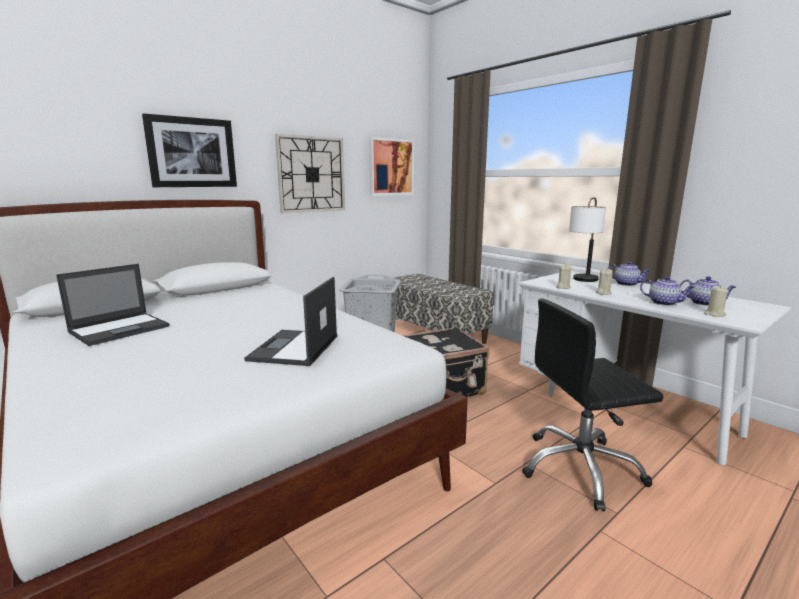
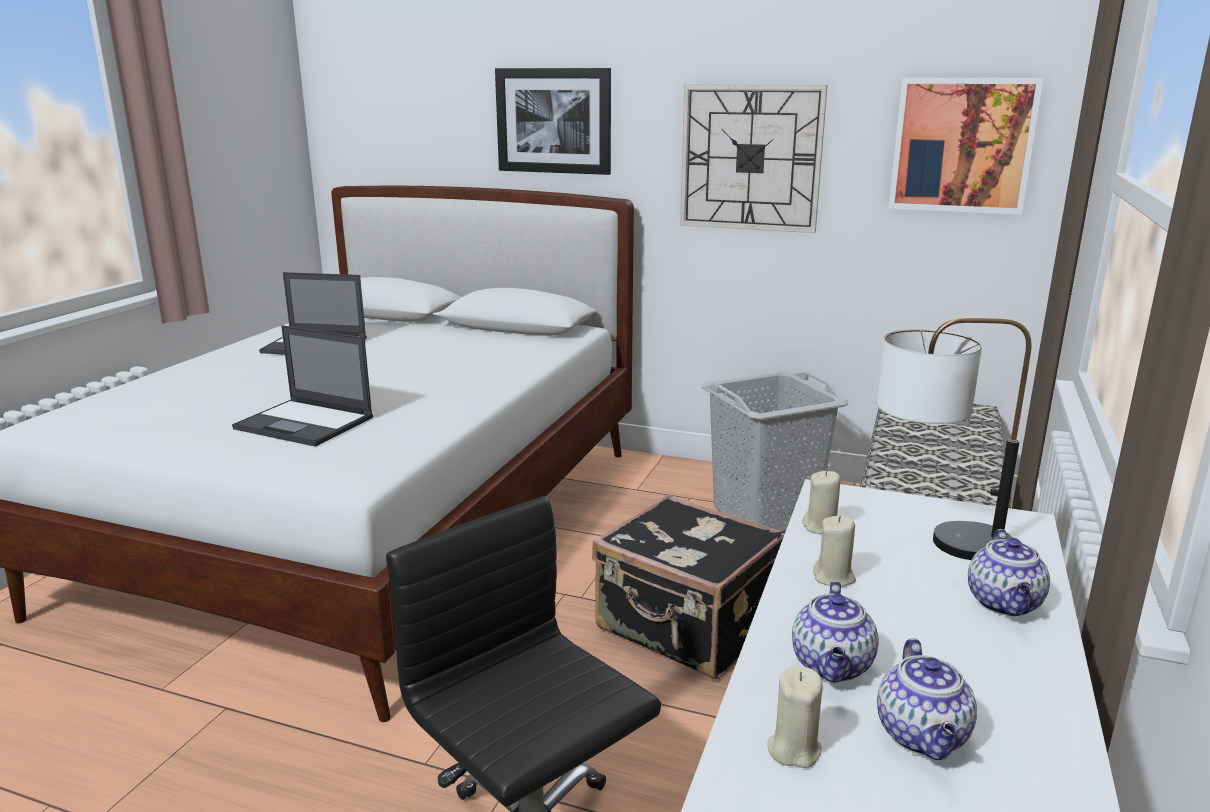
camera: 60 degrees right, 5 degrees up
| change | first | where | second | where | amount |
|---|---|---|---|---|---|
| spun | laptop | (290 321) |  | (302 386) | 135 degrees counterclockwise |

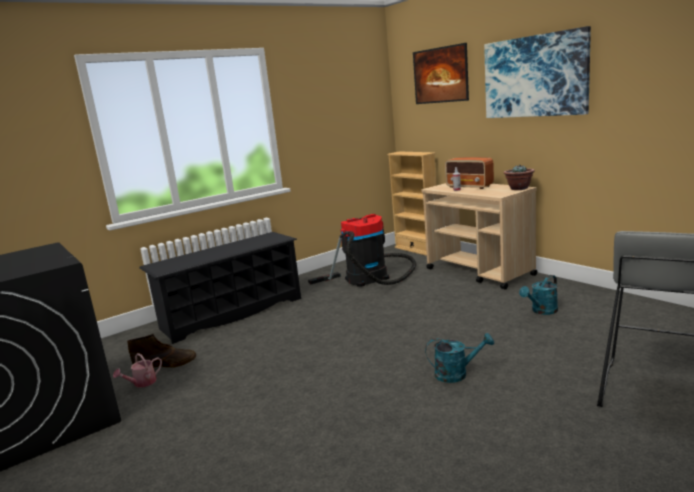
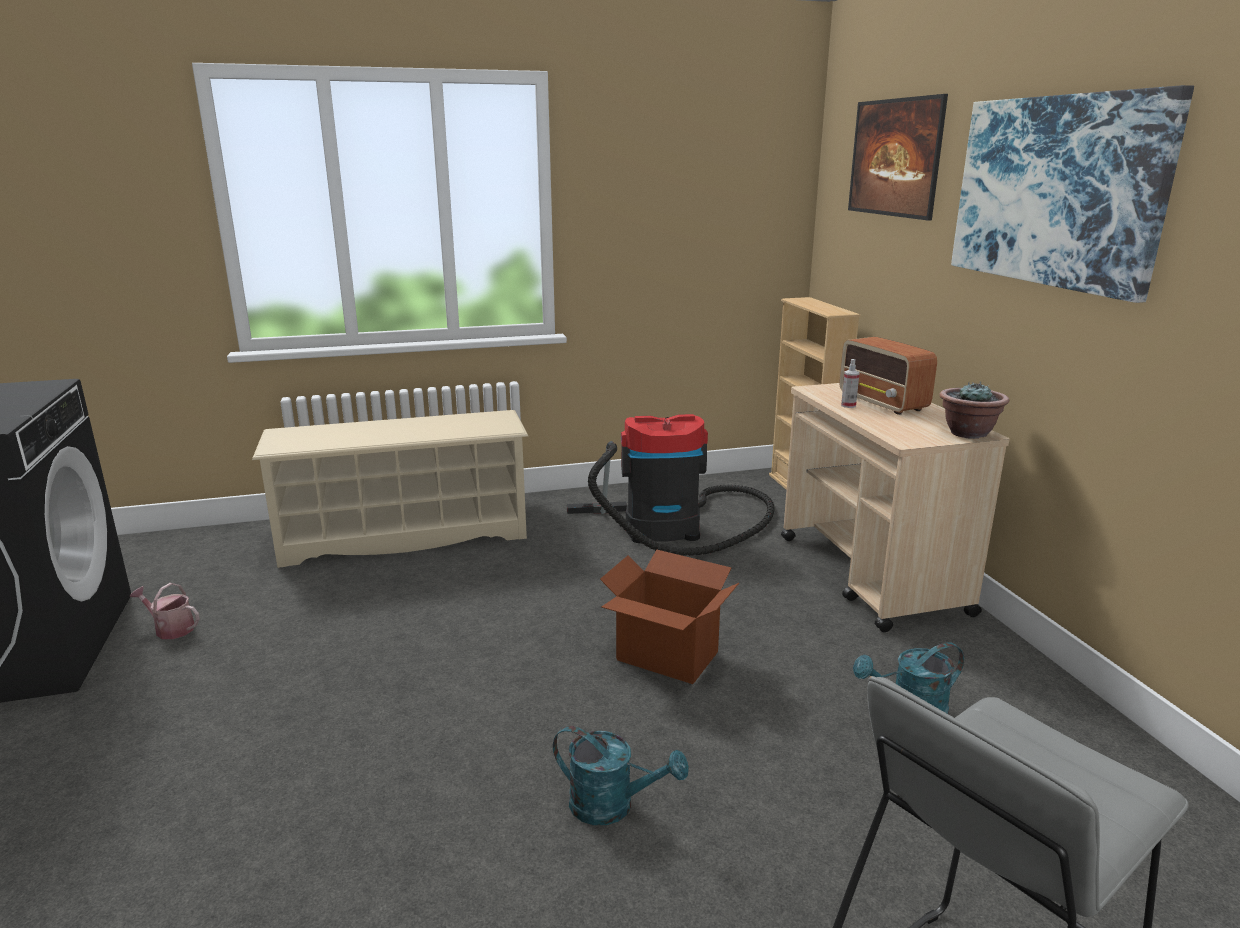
camera: 20 degrees right, 5 degrees up
| change | first | where | second | where | amount |
|---|---|---|---|---|---|
| missing | brown boot | (161 350) |  |  |  |
| appeared |  |  | packing box | (669 617) |  |
| colour | black-coloured shoe stand | (220 288) | beige shoe stand | (390 489) |  |
| spun | watering can | (137 370) |  | (165 611) | 45 degrees clockwise |

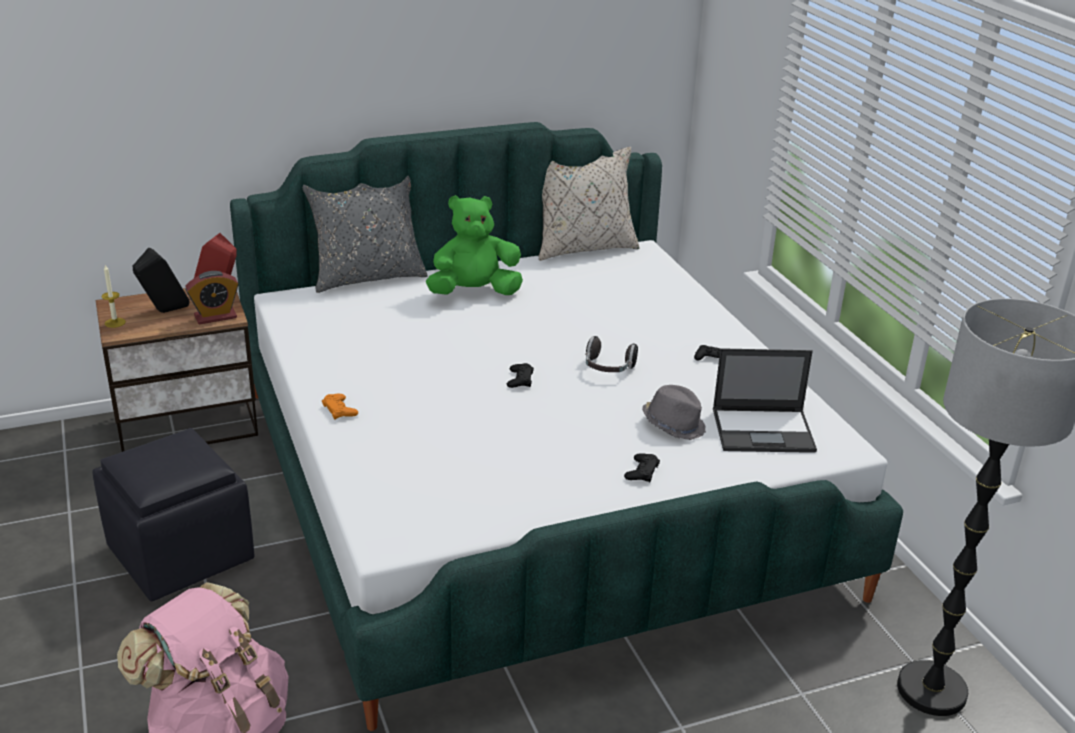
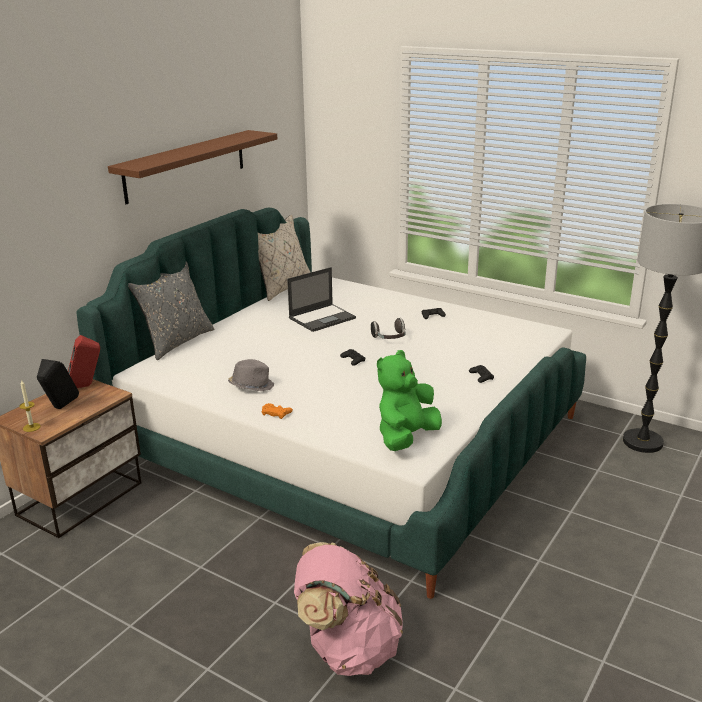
camera: 35 degrees left, 5 degrees down
| change | first | where | second | where | amount |
|---|---|---|---|---|---|
| missing | black-coloured footrest | (173 515) |  |  |  |
| missing | table clock | (212 298) |  |  |  |
| appeared |  |  | brown wall shelf | (192 167) |  |
| relocated | green plush toy | (474 245) |  | (409 400) |  |
| relocated | grey clothing hat | (674 412) |  | (251 375) |  |
| relocated | laptop | (765 400) |  | (321 299) |  |

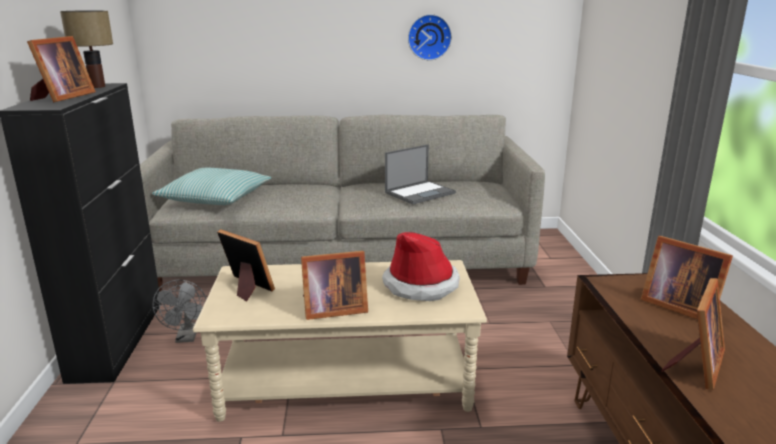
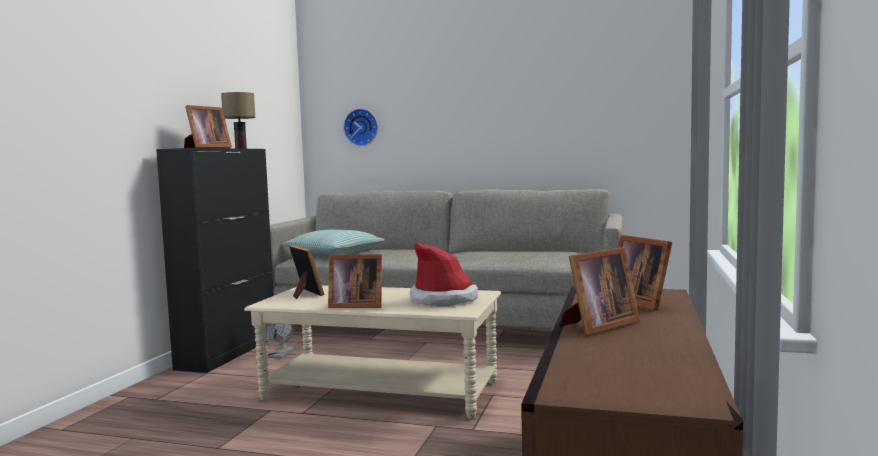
camera: 20 degrees right, 15 degrees down
| change | first | where | second | where | amount |
|---|---|---|---|---|---|
| missing | laptop | (420 174) |  |  |  |
| relocated | wall clock | (430 37) |  | (360 127) |  |

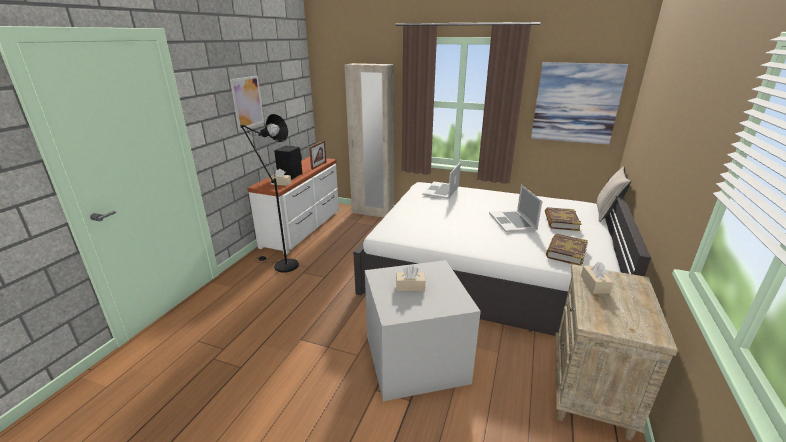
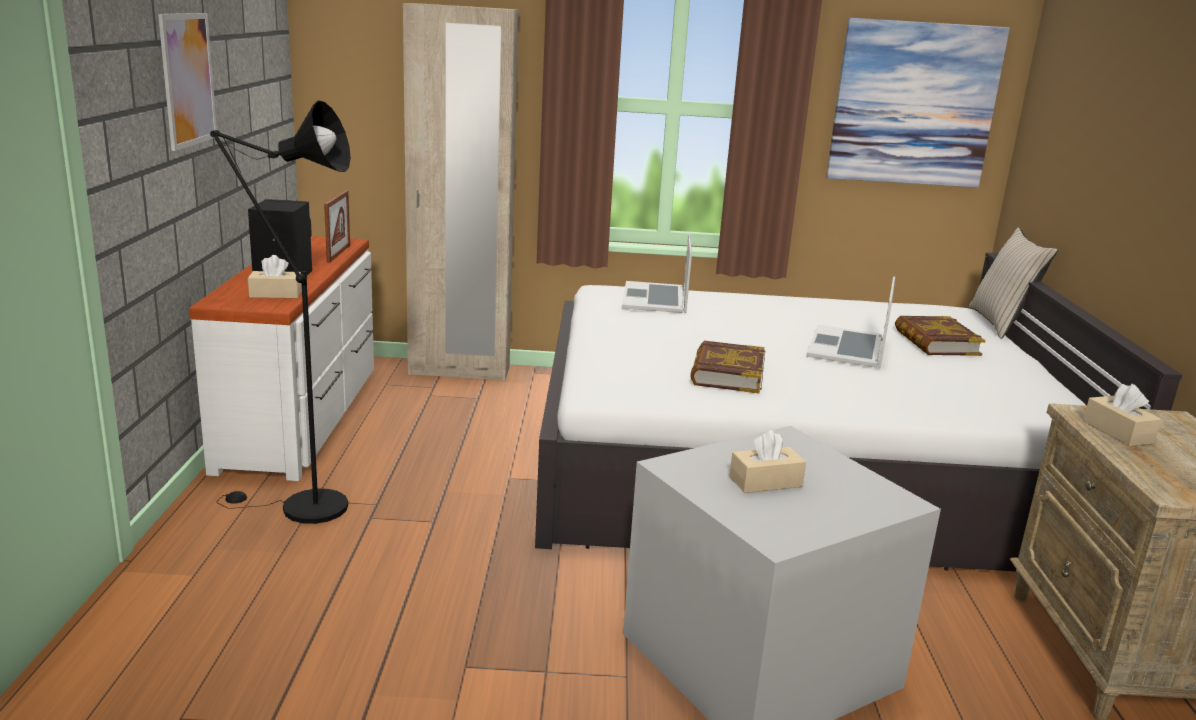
camera: 20 degrees left, 5 degrees down
| change | first | where | second | where | amount |
|---|---|---|---|---|---|
| relocated | book | (567 250) |  | (728 367) |  |
| spun | laptop | (516 208) |  | (850 322) | 45 degrees clockwise |

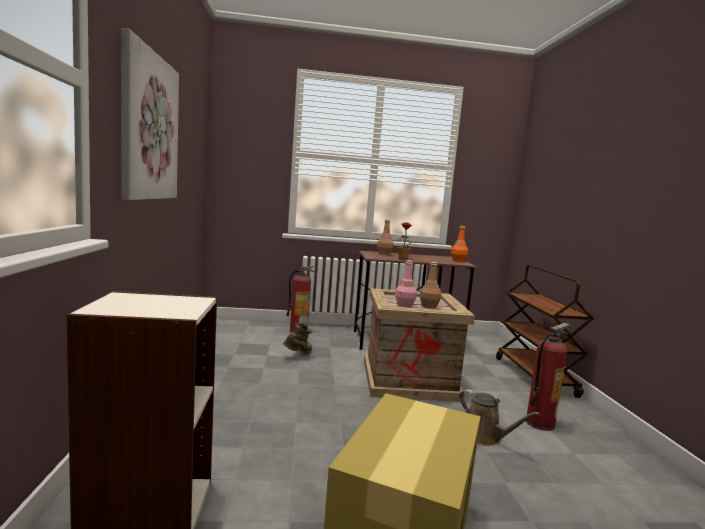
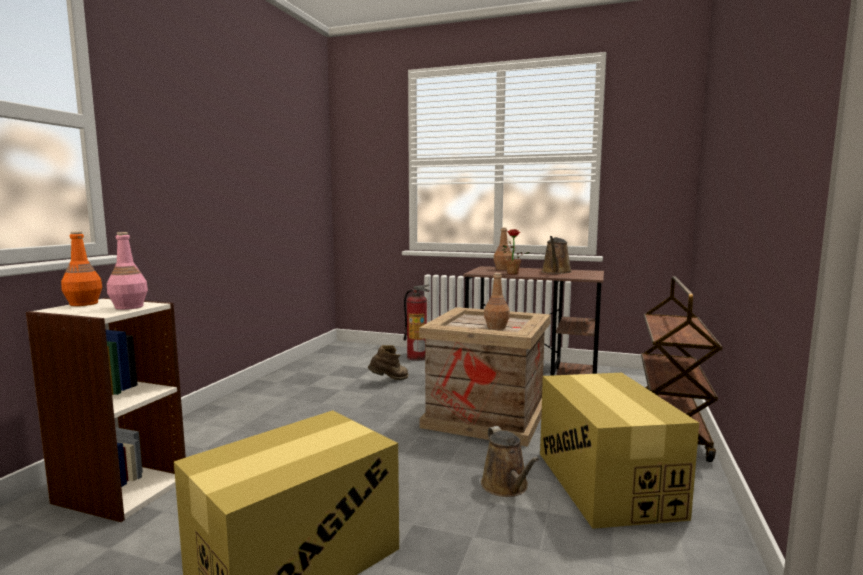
camera: 25 degrees right, 0 degrees up
| change | first | where | second | where | amount |
|---|---|---|---|---|---|
| missing | picture | (150 114) |  |  |  |
| appeared |  |  | brown watering can | (556 255) |  |
| relocated | pink drink bottle | (406 283) |  | (127 271) |  |
| relocated | orange drink bottle | (459 244) |  | (81 268) |  |
| exchanged | fire-fighting cylinder | (547 377) | packing box | (619 451) |  |

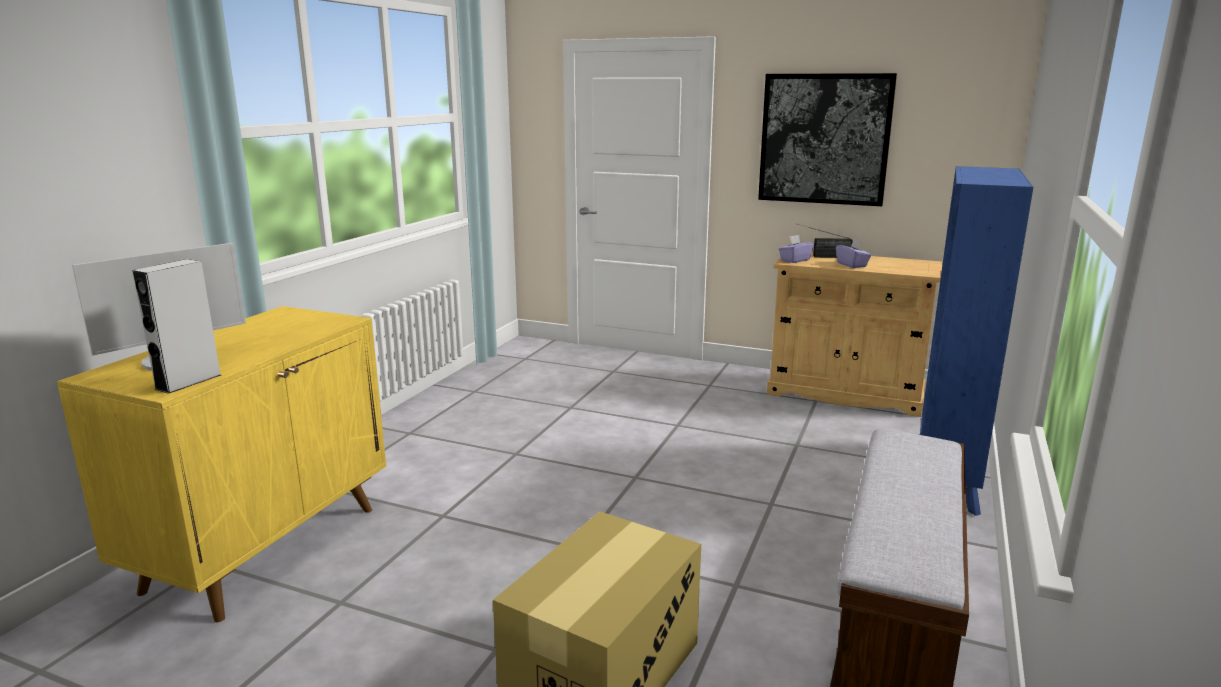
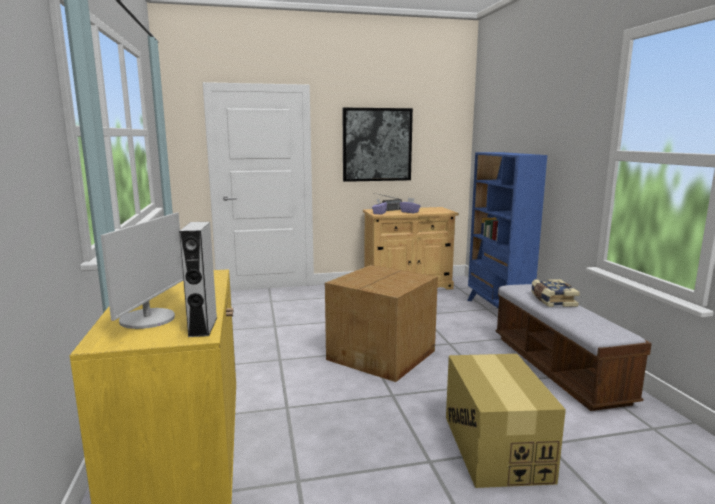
camera: 35 degrees left, 5 degrees down
| change | first | where | second | where | amount |
|---|---|---|---|---|---|
| appeared |  |  | packing box | (381 323) |  |
| appeared |  |  | book | (555 293) |  |

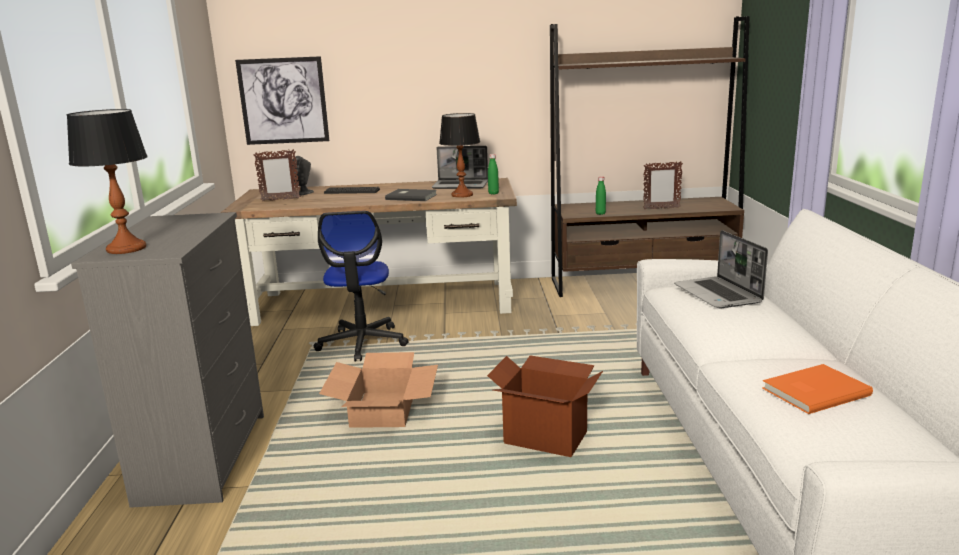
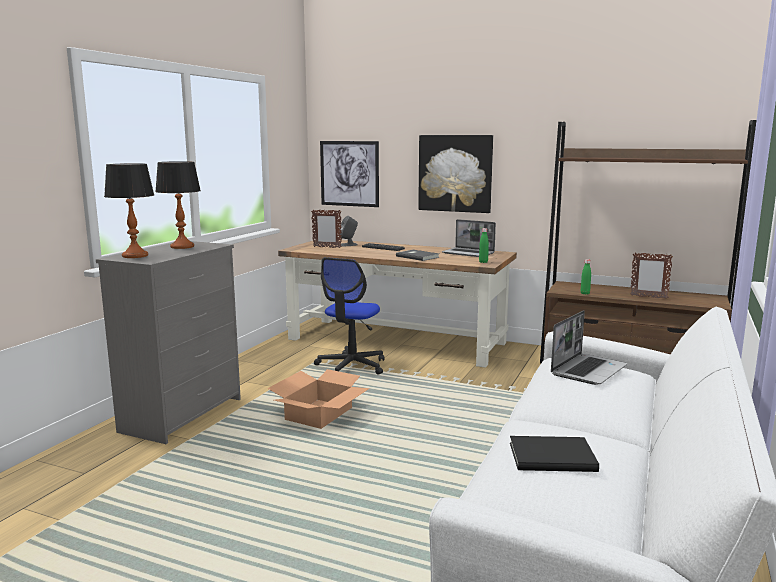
camera: 25 degrees right, 5 degrees down
| change | first | where | second | where | amount |
|---|---|---|---|---|---|
| missing | packing box | (545 406) |  |  |  |
| appeared |  |  | picture | (455 174) |  |
| relocated | tabletop lamp | (459 155) |  | (178 205) |  |
| colour | orange book | (817 389) | black-coloured book | (554 454) |  |
| spun | laptop | (721 269) |  | (589 347) | 150 degrees counterclockwise |

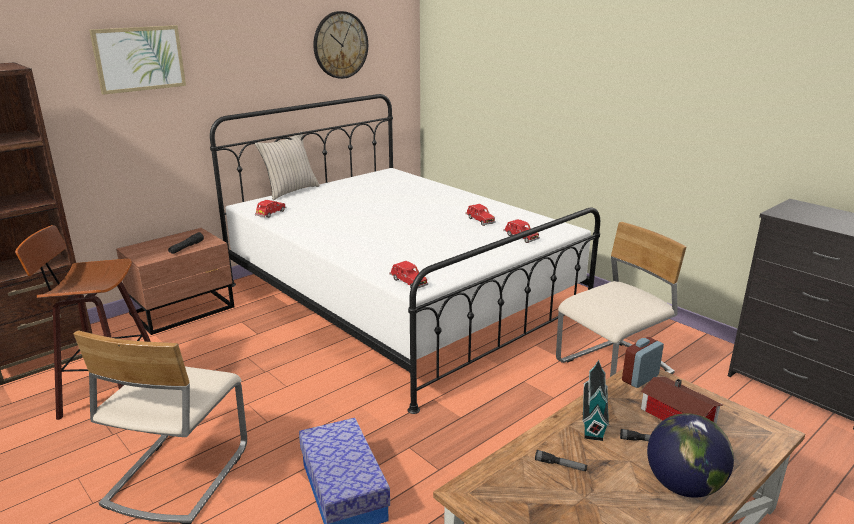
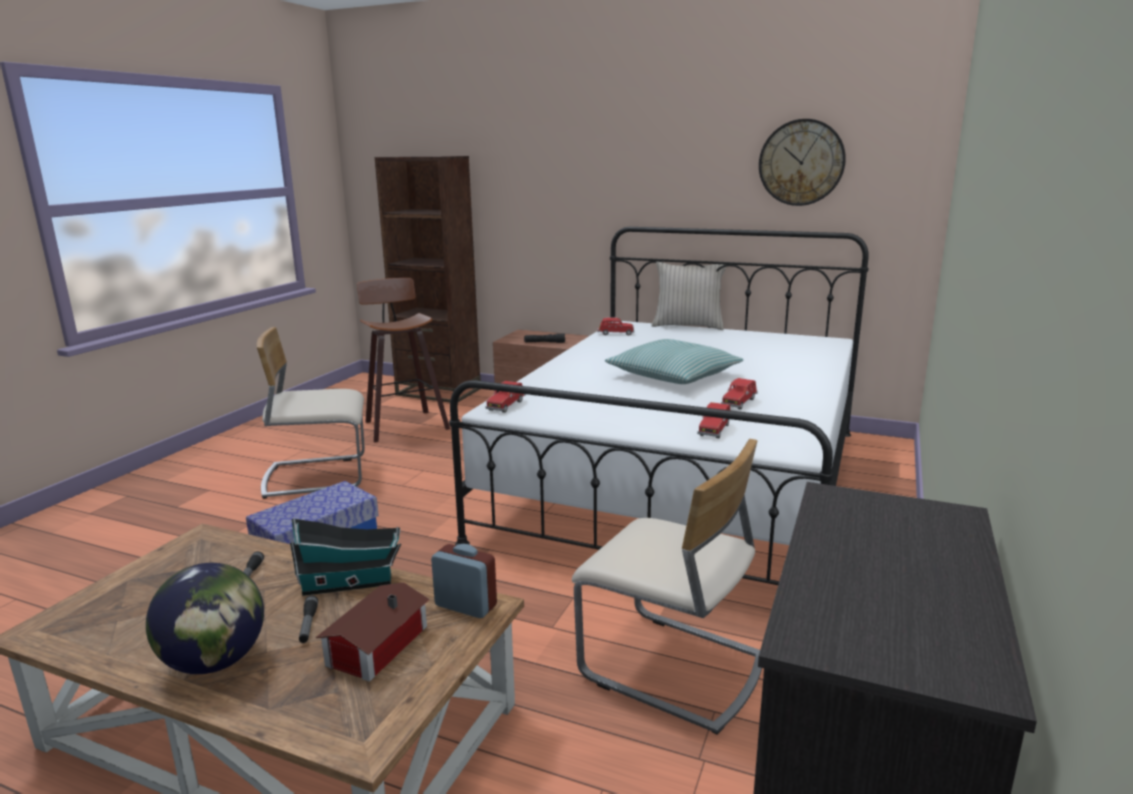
camera: 65 degrees right, 5 degrees down
| change | first | where | second | where | amount |
|---|---|---|---|---|---|
| missing | picture | (137 60) |  |  |  |
| appeared |  |  | throw pillow | (674 361) |  |

